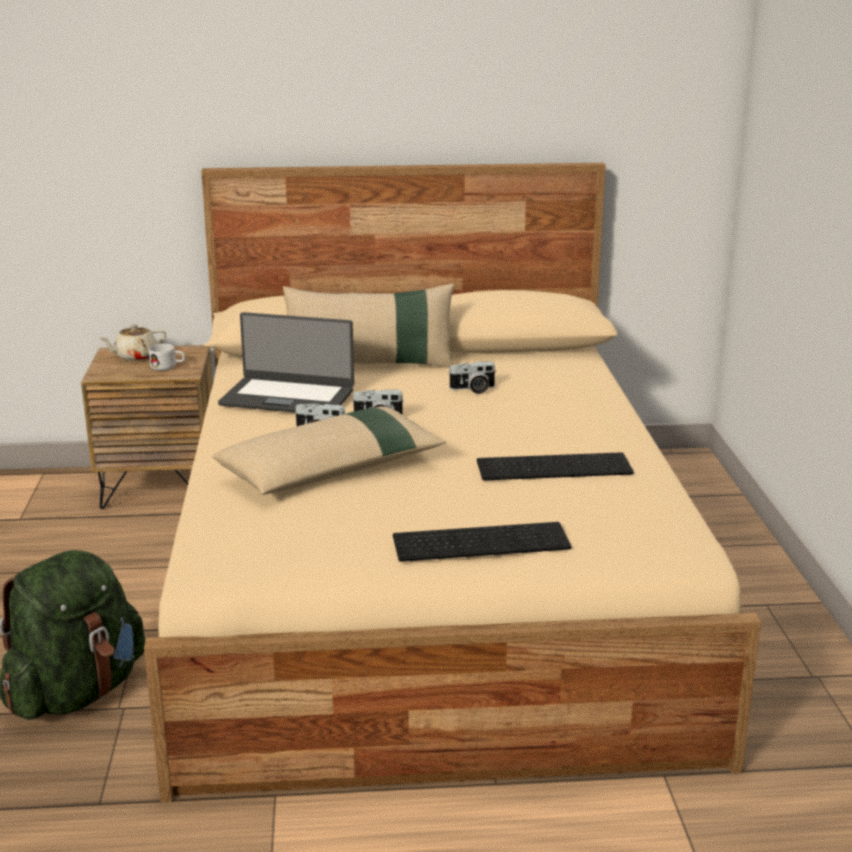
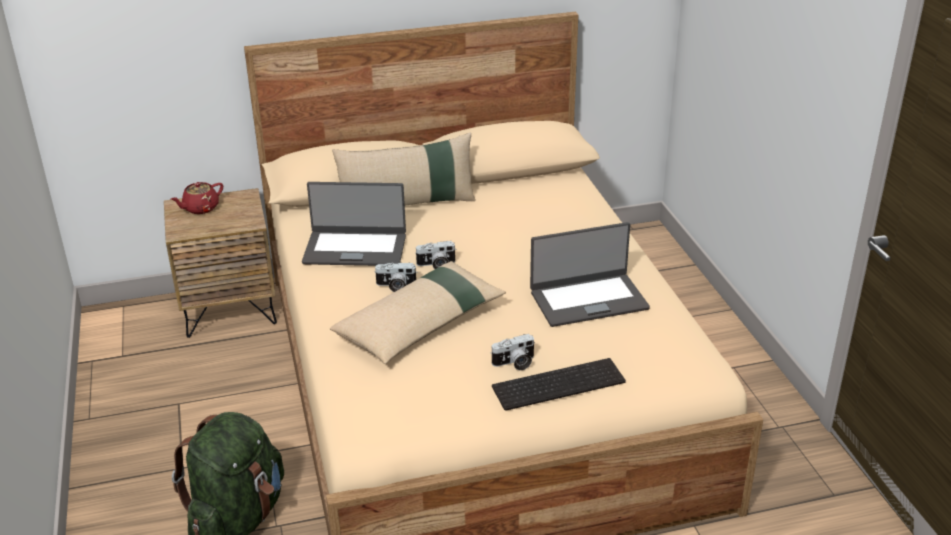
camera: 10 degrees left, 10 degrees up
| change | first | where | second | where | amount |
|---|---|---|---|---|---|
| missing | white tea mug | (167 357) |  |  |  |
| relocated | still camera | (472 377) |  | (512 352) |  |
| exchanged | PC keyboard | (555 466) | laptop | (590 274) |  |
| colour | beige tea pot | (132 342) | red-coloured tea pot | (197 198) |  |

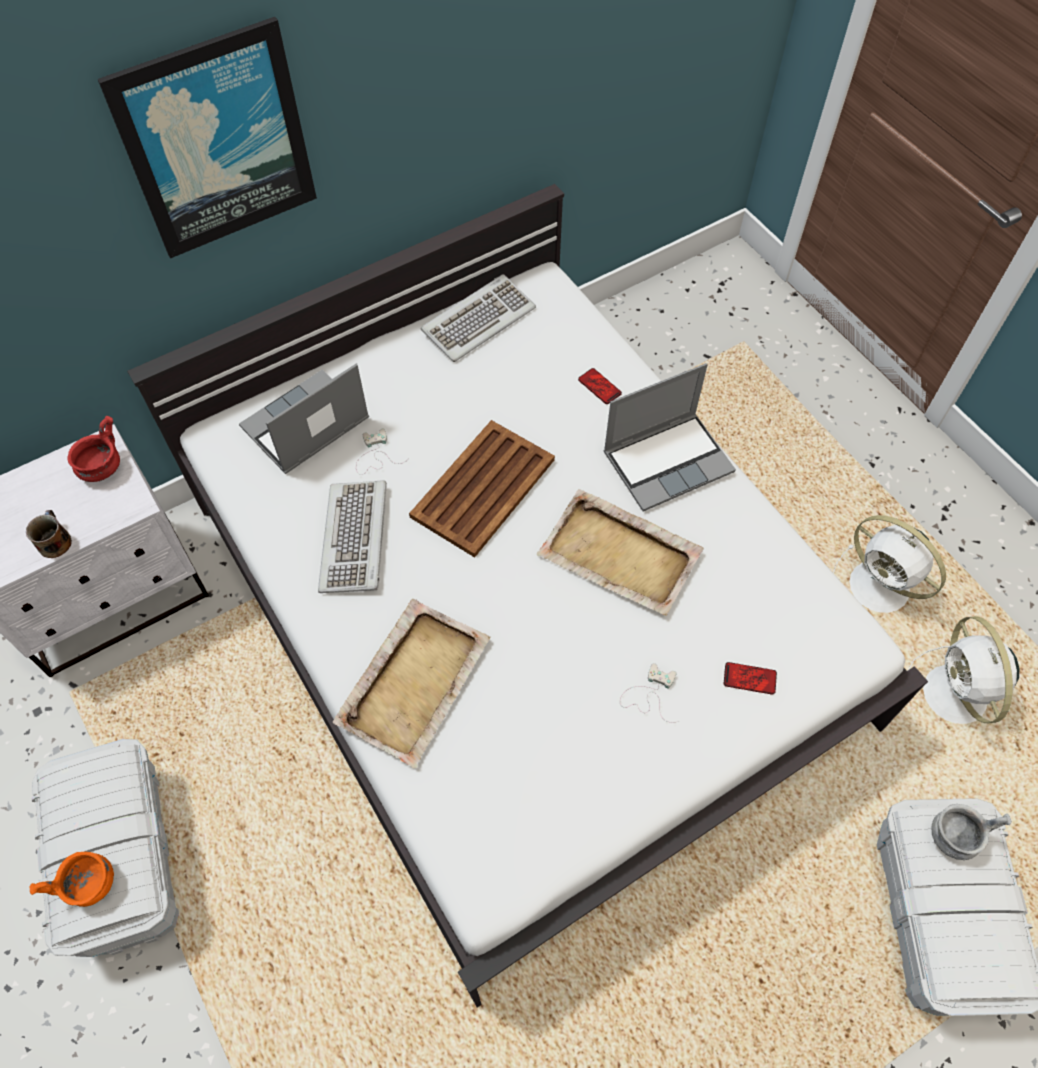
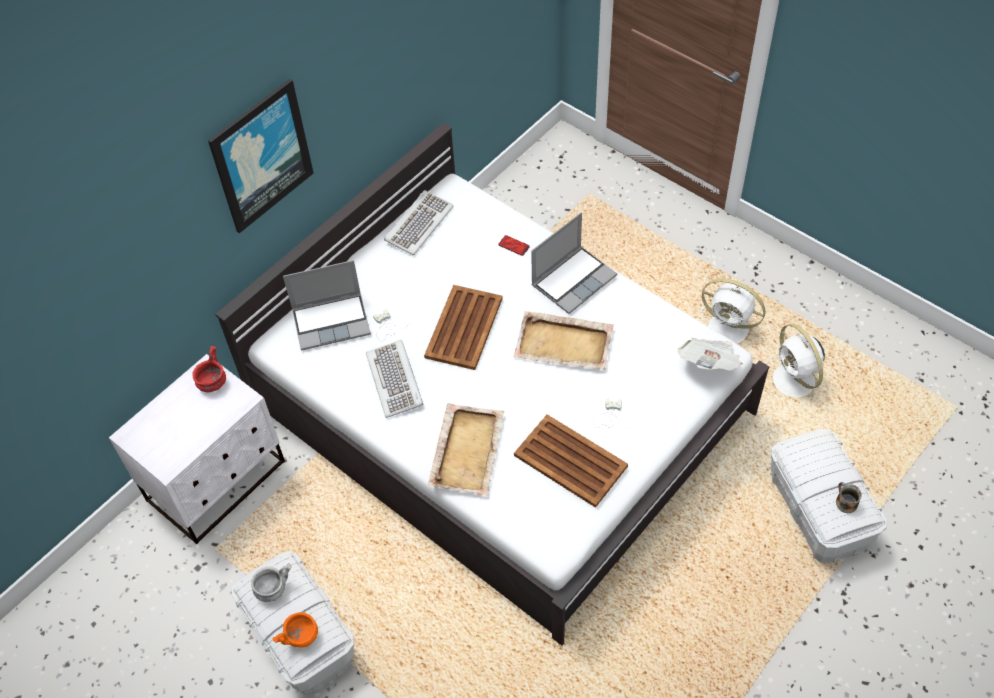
camera: 15 degrees left, 5 degrees down
| change | first | where | second | where | amount |
|---|---|---|---|---|---|
| missing | phone | (750 678) |  |  |  |
| appeared |  |  | brown carrying tray | (571 461) |  |
| appeared |  |  | daily paper | (709 354) |  |
| relocated | tea mug | (49 534) |  | (849 497) |  |
| relocated | grey deep dish | (972 832) |  | (271 582) |  |
| spun | laptop | (304 418) |  | (327 305) | 135 degrees counterclockwise |

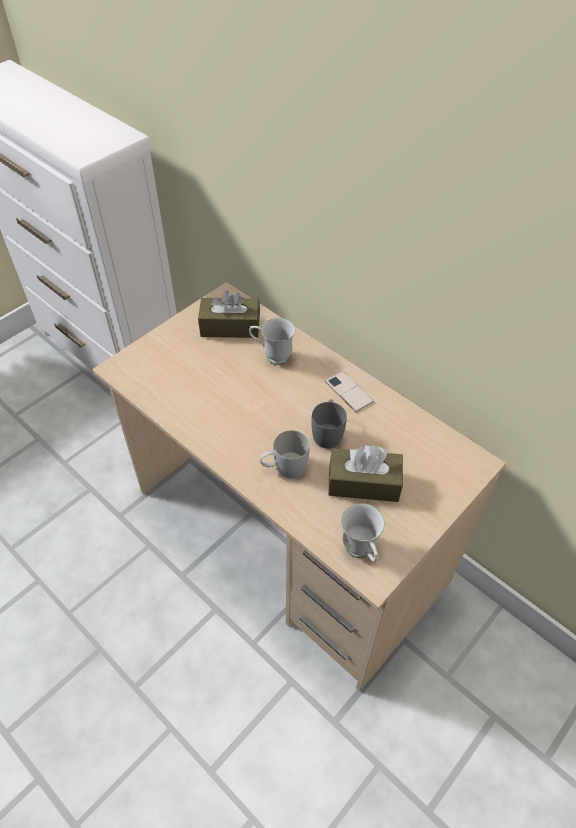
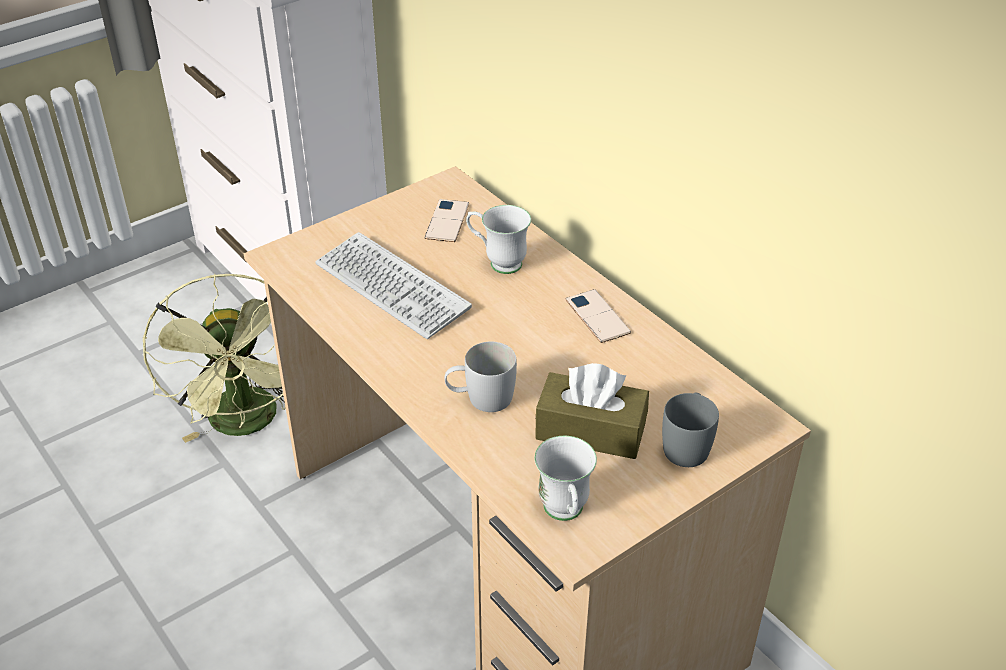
camera: 10 degrees right, 10 degrees down
| change | first | where | second | where | amount |
|---|---|---|---|---|---|
| appeared |  |  | green cooling fan | (214 358) |  |
| appeared |  |  | PC keyboard | (393 285) |  |
| relocated | grey tea mug | (329 423) |  | (690 430) |  |
| exchanged | brown tissue holder | (229 314) | phone | (447 220) |  |

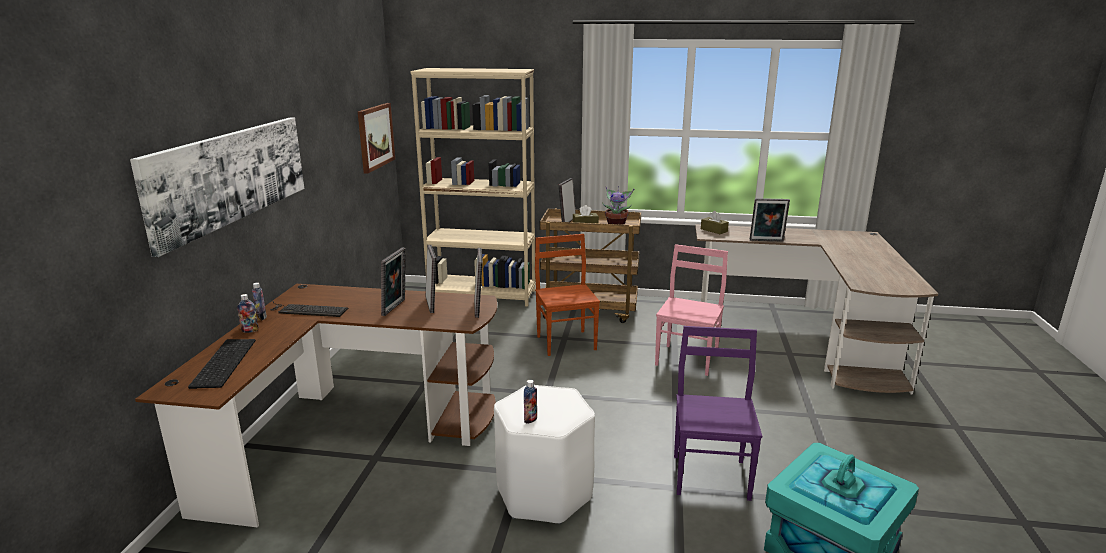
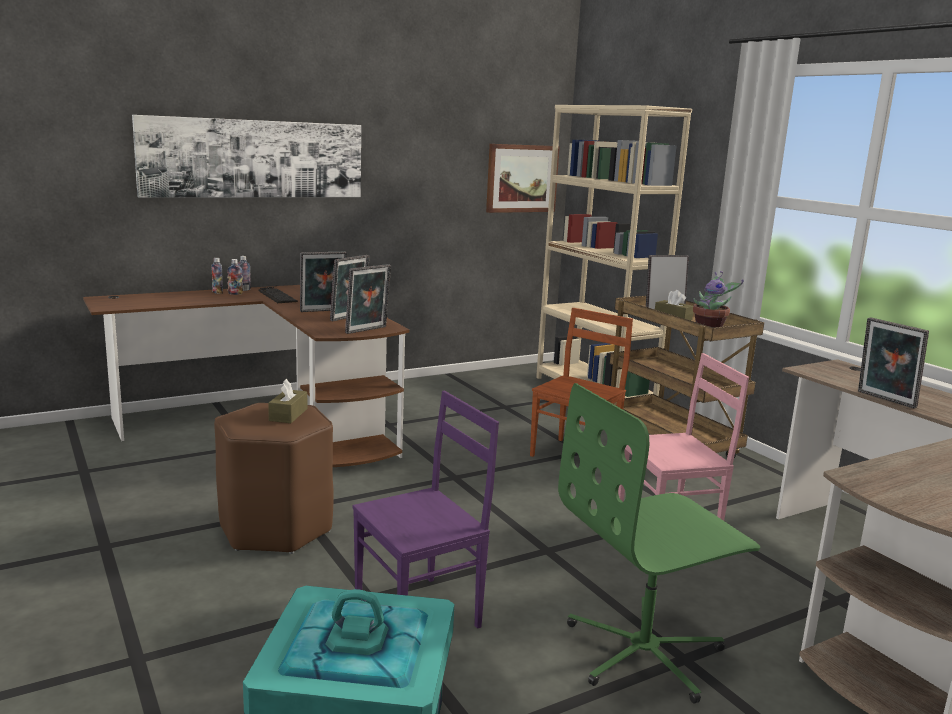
camera: 50 degrees right, 5 degrees down
| change | first | where | second | where | amount |
|---|---|---|---|---|---|
| missing | PC keyboard | (222 364) |  |  |  |
| appeared |  |  | green desk chair | (659 543) |  |
| relocated | drink bottle | (530 402) |  | (235 277) |  |
| relocated | brown tissue holder | (715 222) |  | (287 401) |  |
| colour | white sitting stool | (544 454) | brown sitting stool | (274 478) |  |

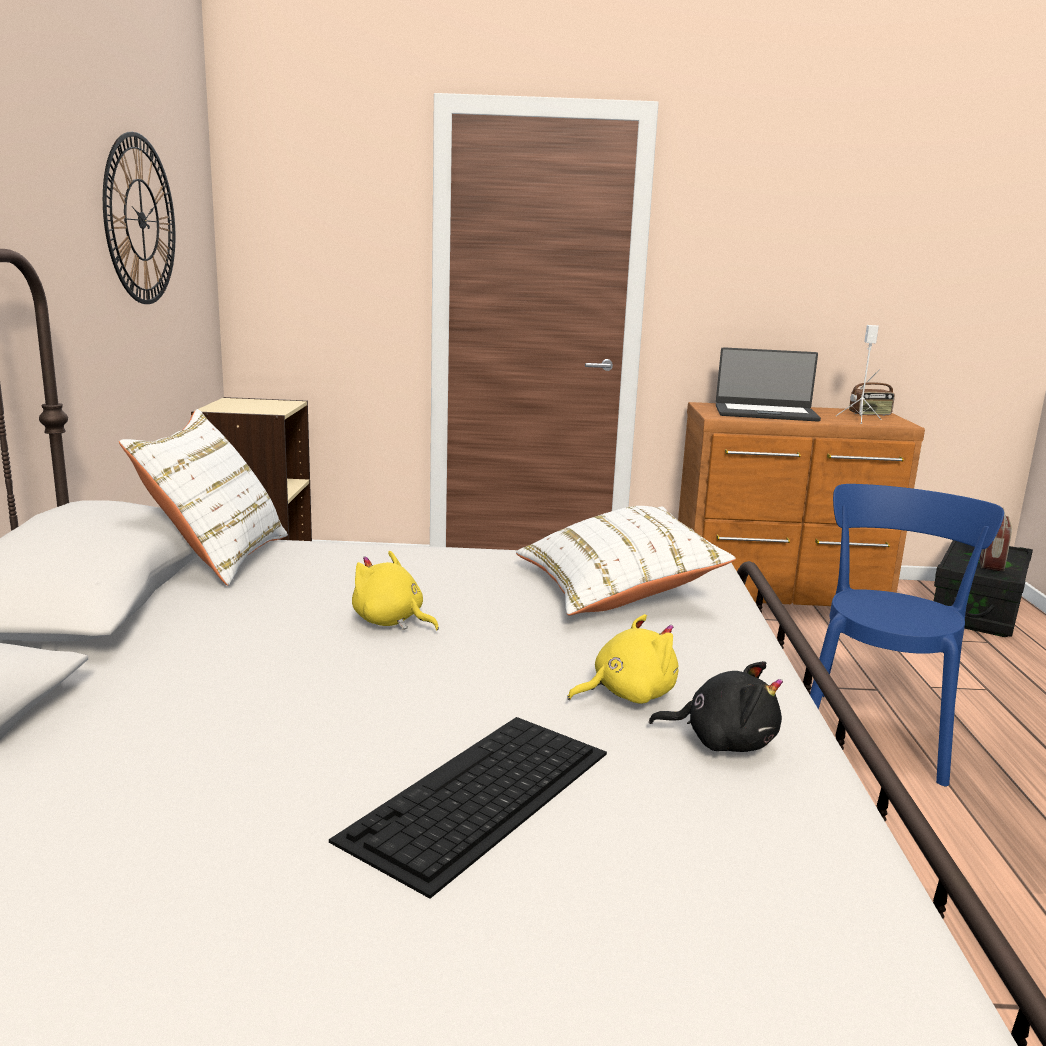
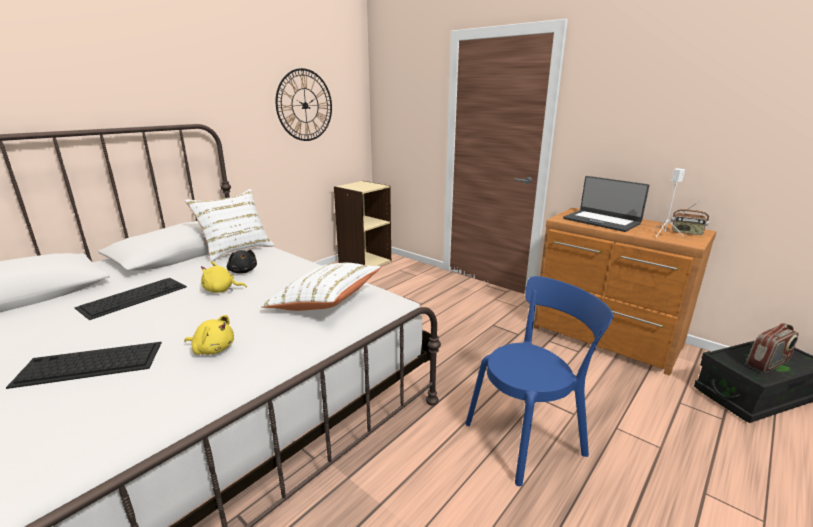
camera: 40 degrees right, 5 degrees up
| change | first | where | second | where | amount |
|---|---|---|---|---|---|
| appeared |  |  | PC keyboard | (130 299) |  |
| relocated | black-coloured plush toy | (716 706) |  | (242 262) |  |
| spun | yellow plush toy | (395 590) |  | (224 277) | 75 degrees counterclockwise |

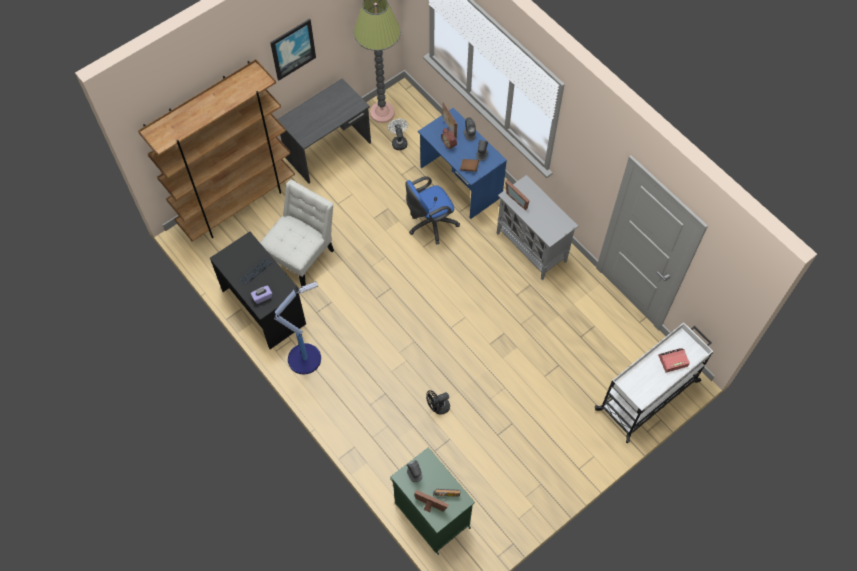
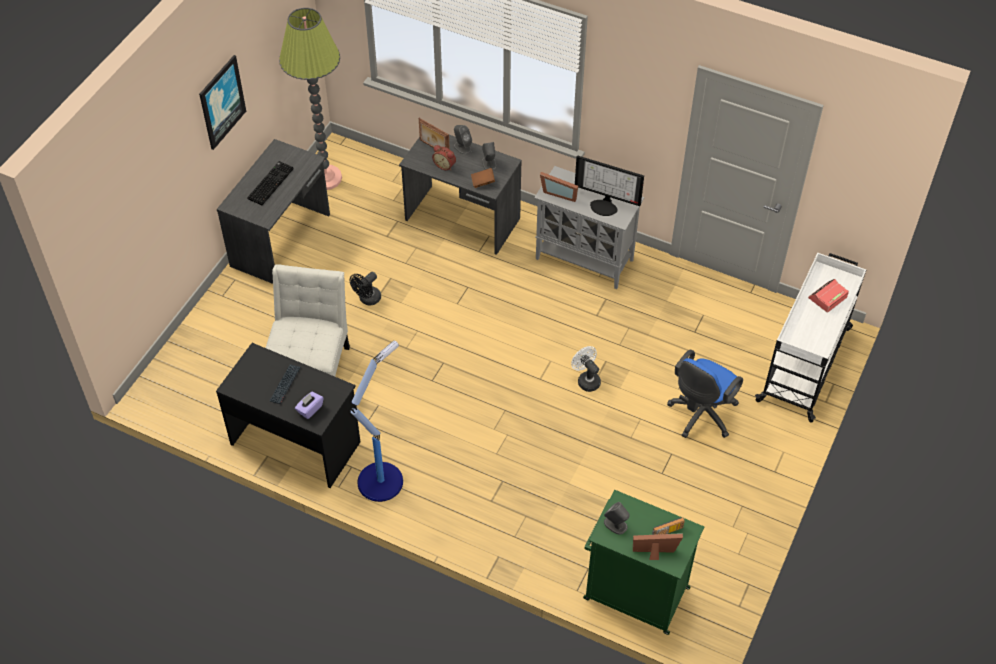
camera: 25 degrees left, 10 degrees down
| change | first | where | second | where | amount |
|---|---|---|---|---|---|
| missing | brown bookcase | (216 150) |  |  |  |
| appeared |  |  | PC keyboard | (270 183) |  |
| appeared |  |  | computer display | (609 185) |  |
| relocated | white cooling fan | (398 134) |  | (586 369) |  |
| relocated | blue desk chair | (432 210) |  | (705 394) |  |
| relocated | black-coloured cooling fan | (438 402) |  | (365 289) |  |
| colour | blue desk unit | (462 163) | grey desk unit | (460 195) |  |

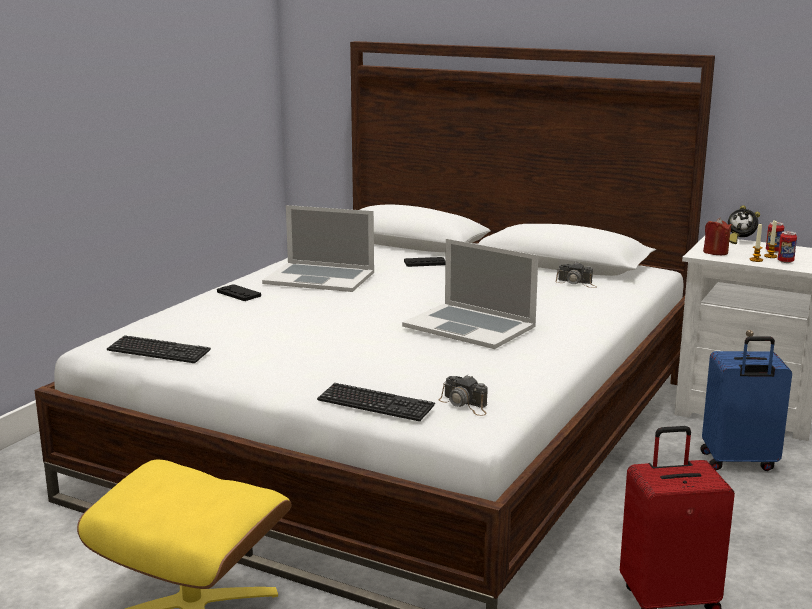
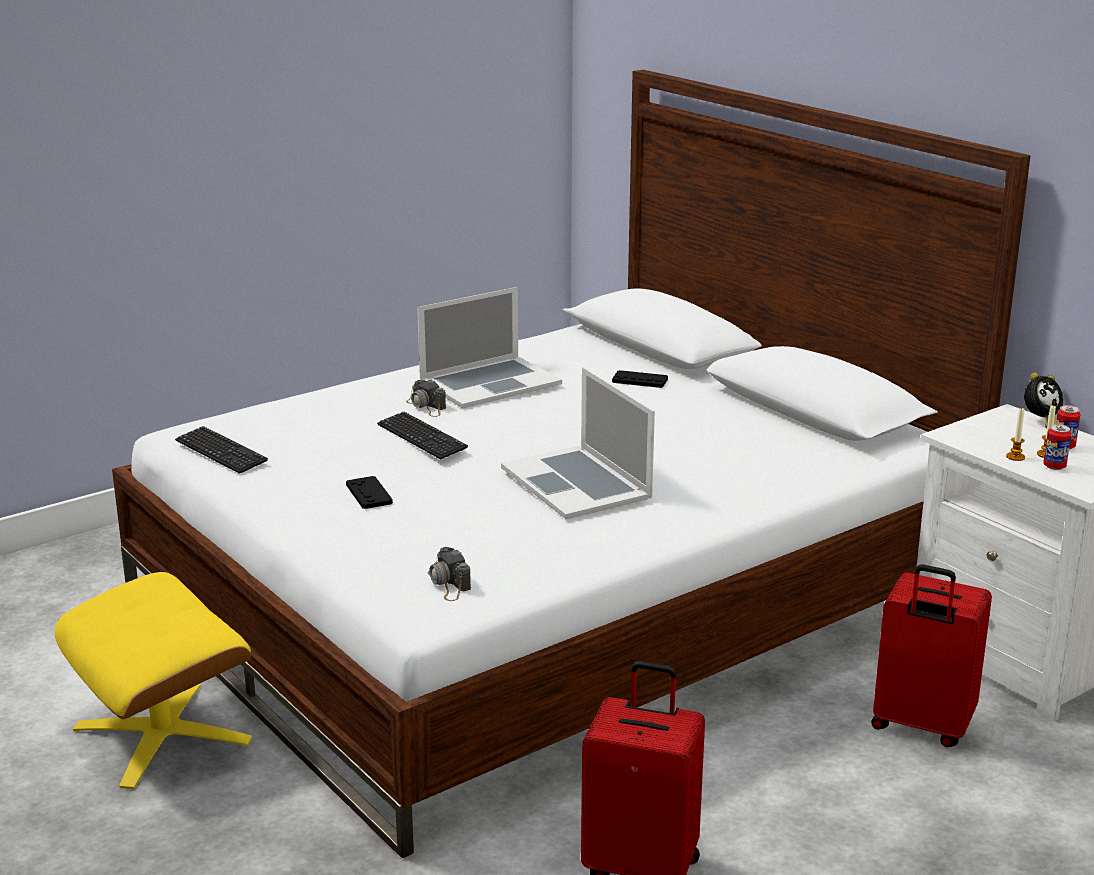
camera: 25 degrees right, 5 degrees up
| change | first | where | second | where | amount |
|---|---|---|---|---|---|
| missing | red-coloured wax light | (717 236) |  |  |  |
| relocated | black-coloured gamepad | (239 293) |  | (369 492) |  |
| relocated | PC keyboard | (376 402) |  | (422 435) |  |
| relocated | still camera | (576 275) |  | (426 398) |  |
| colour | blue suitcase | (746 403) | red-coloured suitcase | (931 655) |  |
| spun | laptop | (318 248) |  | (489 348) | 75 degrees counterclockwise |
| spun | table clock | (744 224) |  | (1043 400) | 90 degrees counterclockwise |

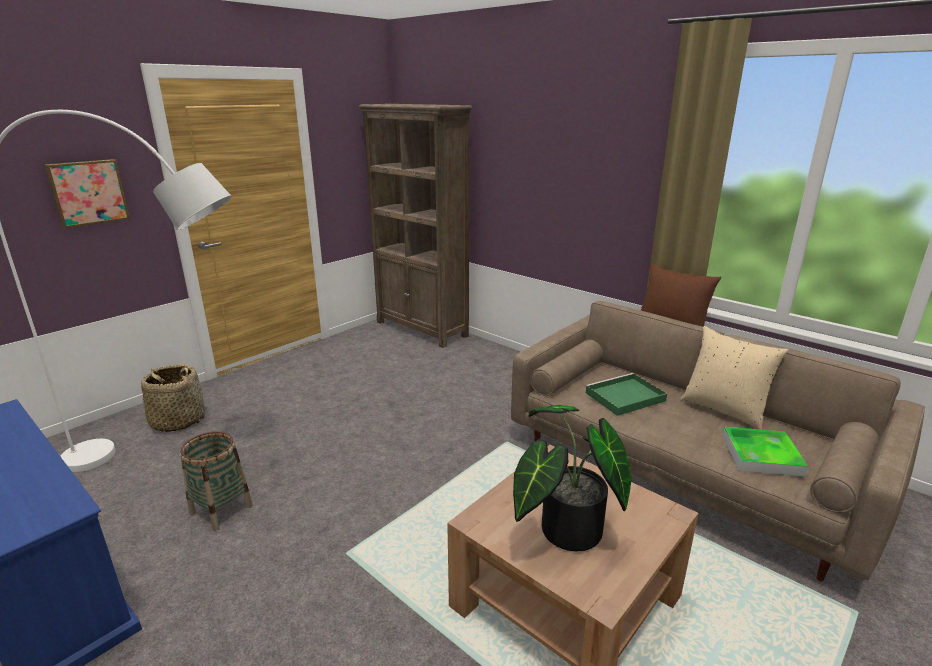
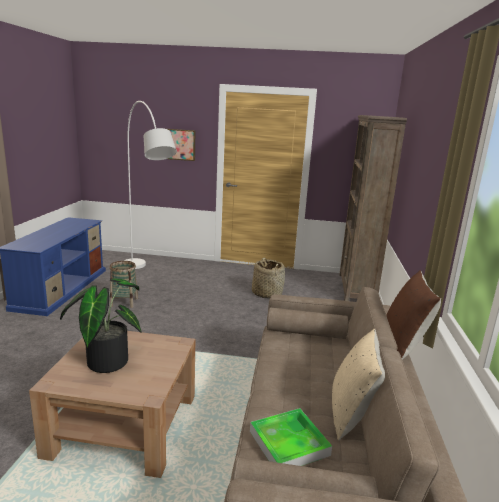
camera: 55 degrees right, 5 degrees down
| change | first | where | second | where | amount |
|---|---|---|---|---|---|
| missing | green carrying tray | (626 394) |  |  |  |
| relocated | household basket | (173 398) |  | (268 278) |  |

